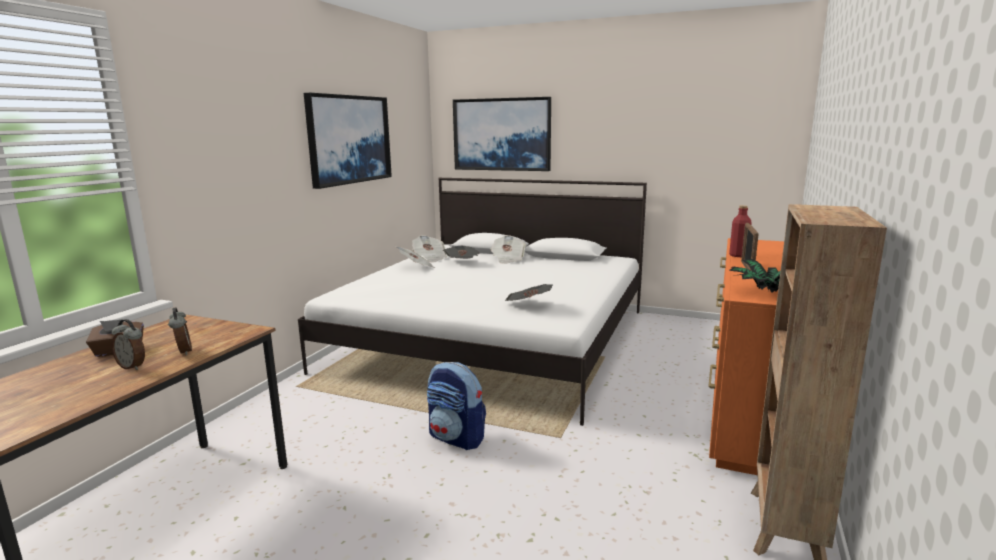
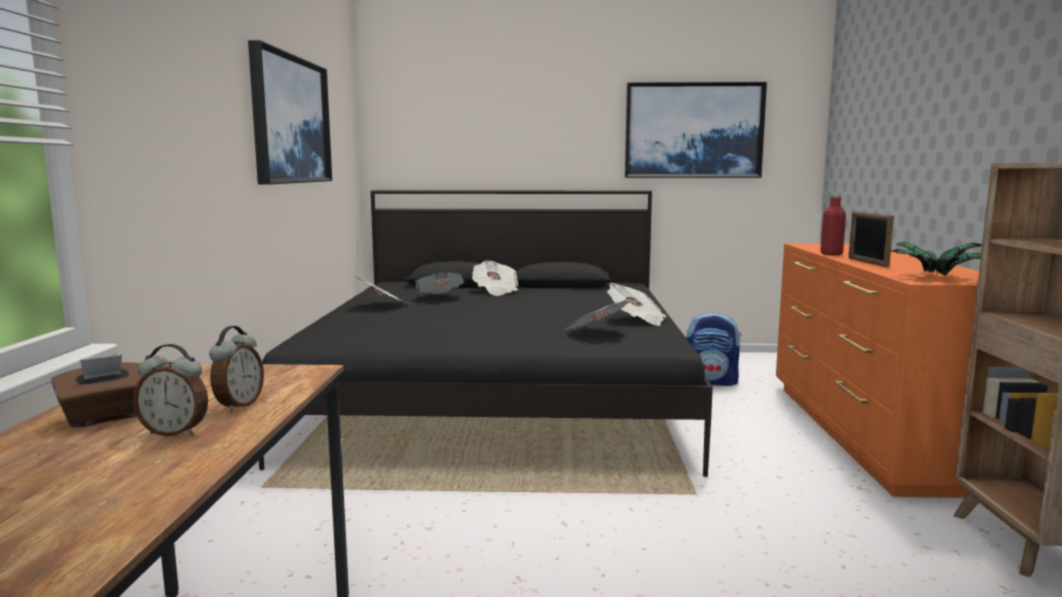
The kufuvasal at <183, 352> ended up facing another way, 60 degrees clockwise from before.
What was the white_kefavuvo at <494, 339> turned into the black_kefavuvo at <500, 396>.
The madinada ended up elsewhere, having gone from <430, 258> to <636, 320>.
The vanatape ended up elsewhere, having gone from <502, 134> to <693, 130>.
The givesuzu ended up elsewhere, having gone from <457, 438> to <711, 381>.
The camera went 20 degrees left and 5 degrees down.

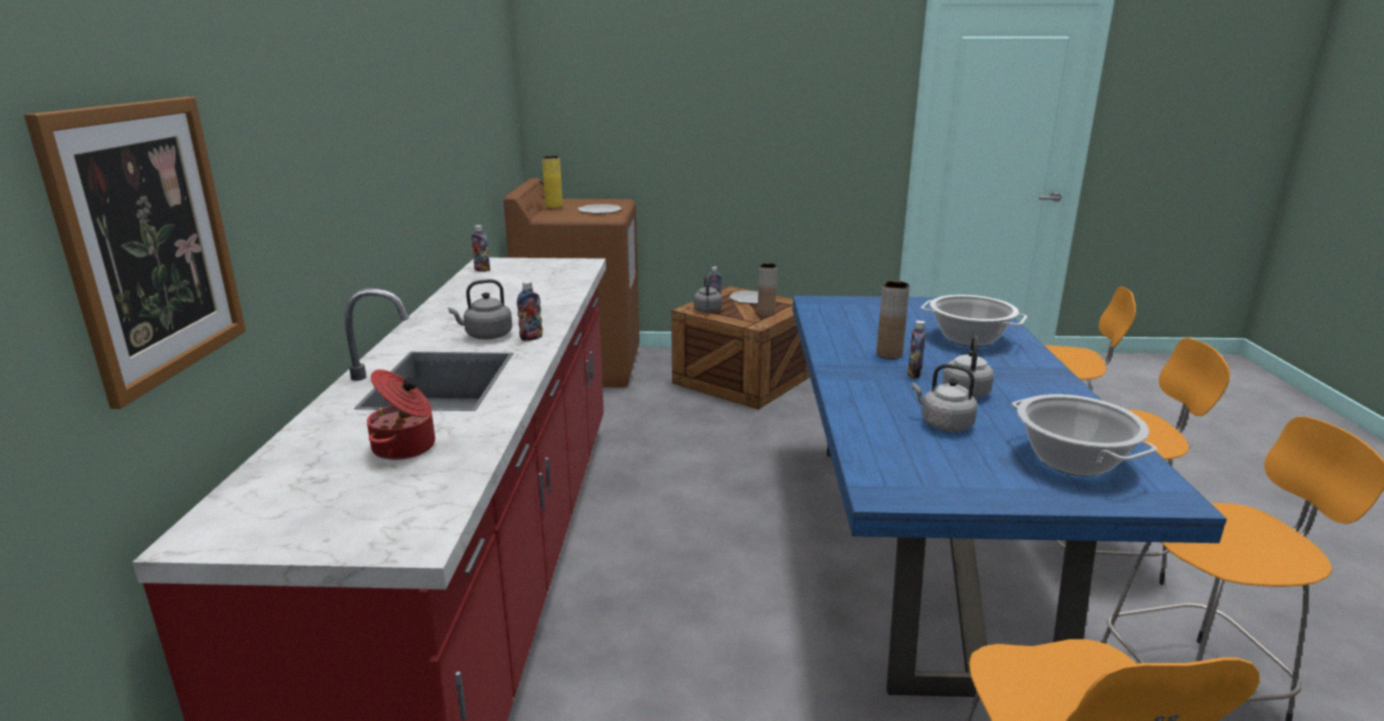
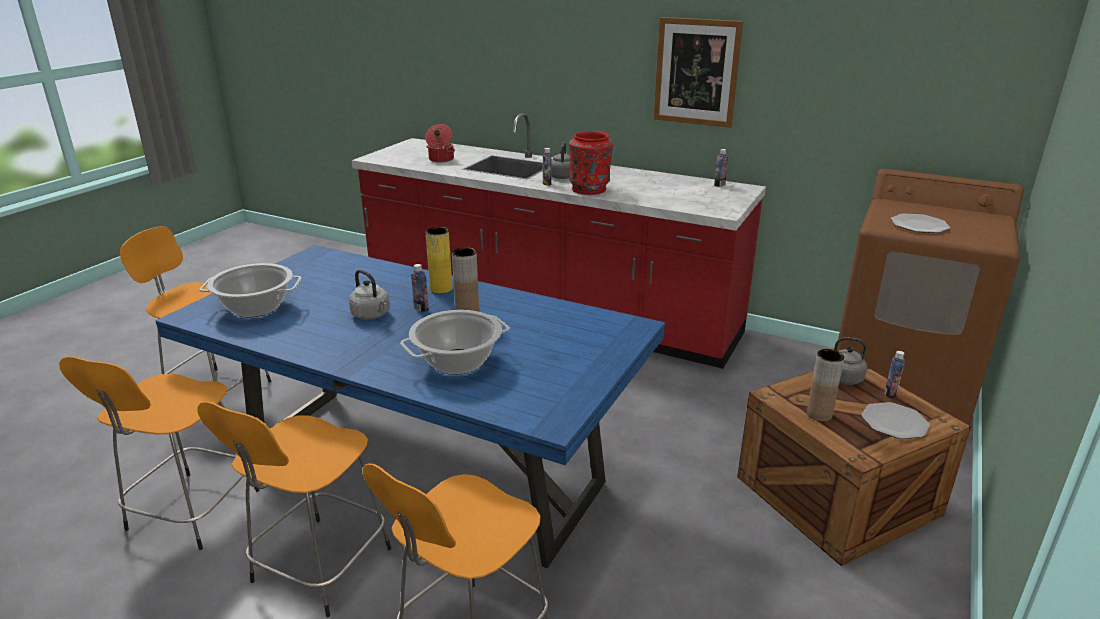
The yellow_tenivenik ended up elsewhere, having gone from <554, 206> to <441, 289>.
The second view gained the red_tenivenik at <589, 189>.
The vanatape ended up elsewhere, having gone from <150, 243> to <696, 72>.
The second view lost the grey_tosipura at <943, 424>.
The camera went 115 degrees right and 5 degrees up.

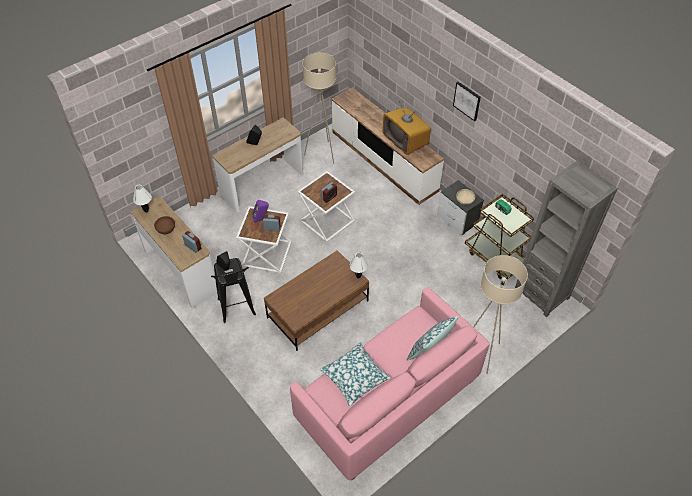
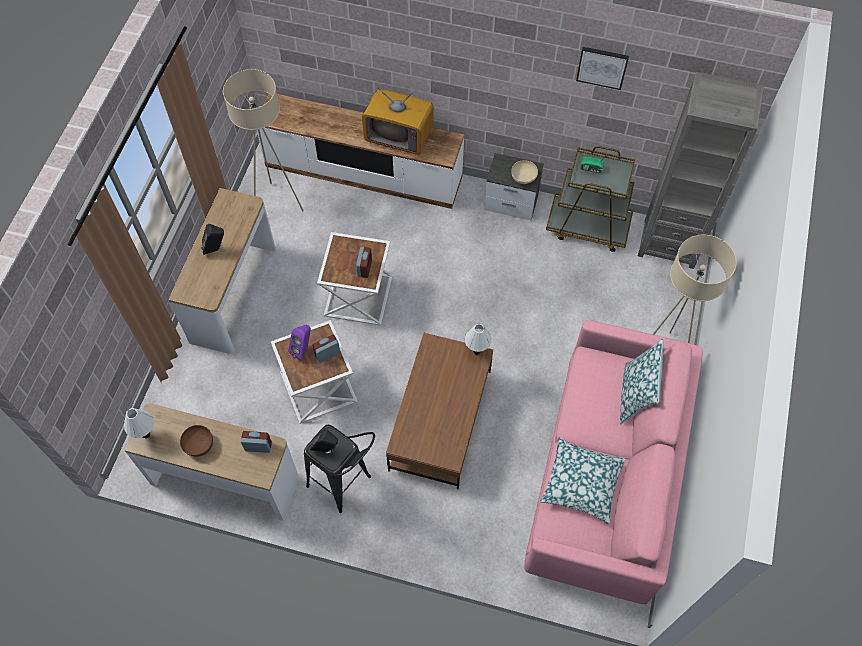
The vanatape ended up elsewhere, having gone from <467, 101> to <602, 67>.
The camera went 35 degrees left and 10 degrees up.

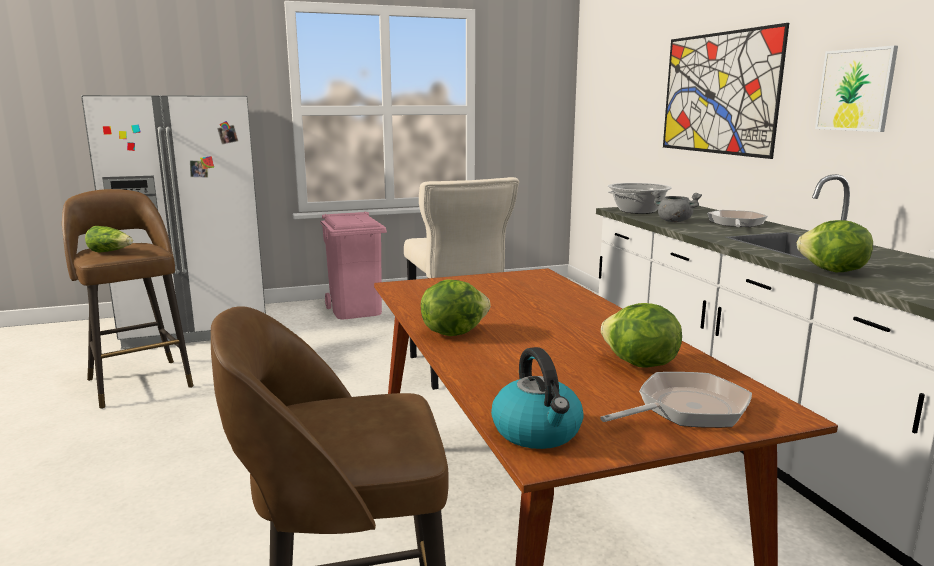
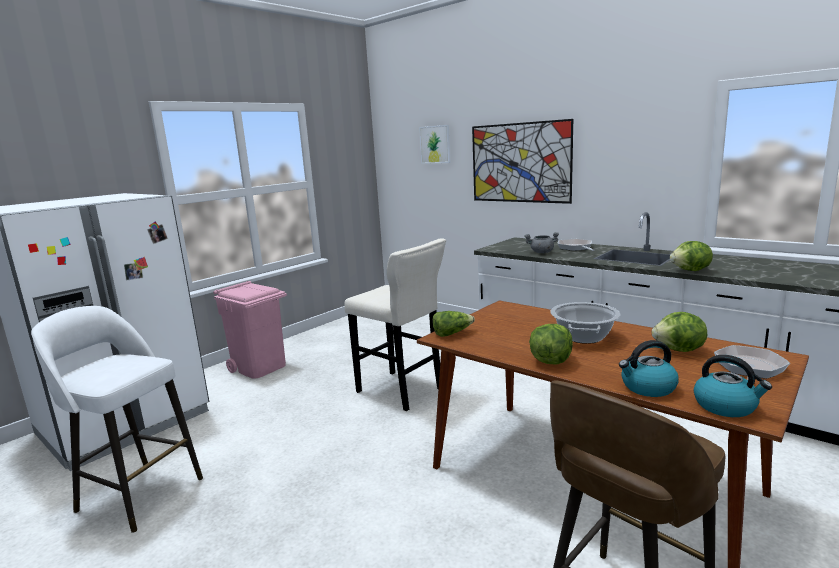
What was the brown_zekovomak at <139, 382> turned into the white_zekovomak at <138, 493>.
The vanatape ended up elsewhere, having gone from <855, 90> to <435, 144>.
The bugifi ended up elsewhere, having gone from <111, 252> to <452, 333>.
The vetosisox ended up elsewhere, having gone from <637, 211> to <584, 337>.
The second view gained the tosipura at <647, 387>.
The camera went 30 degrees left and 0 degrees up.

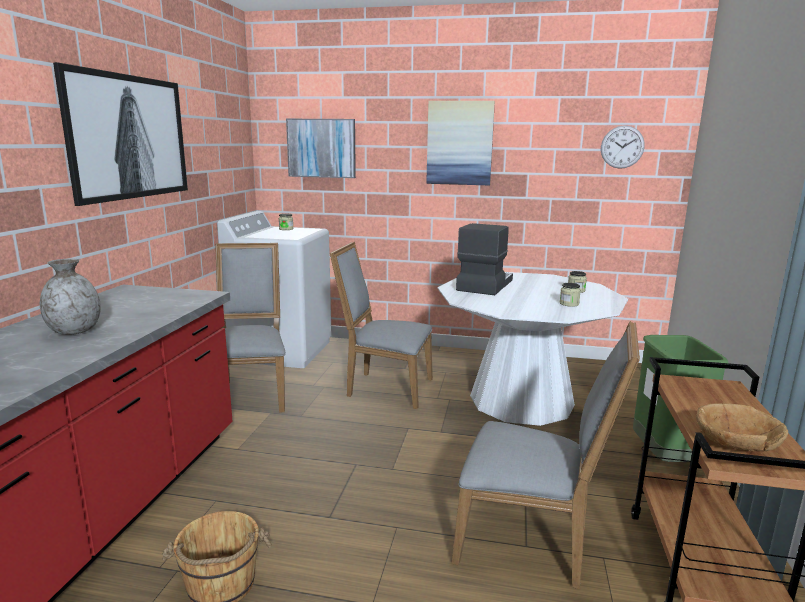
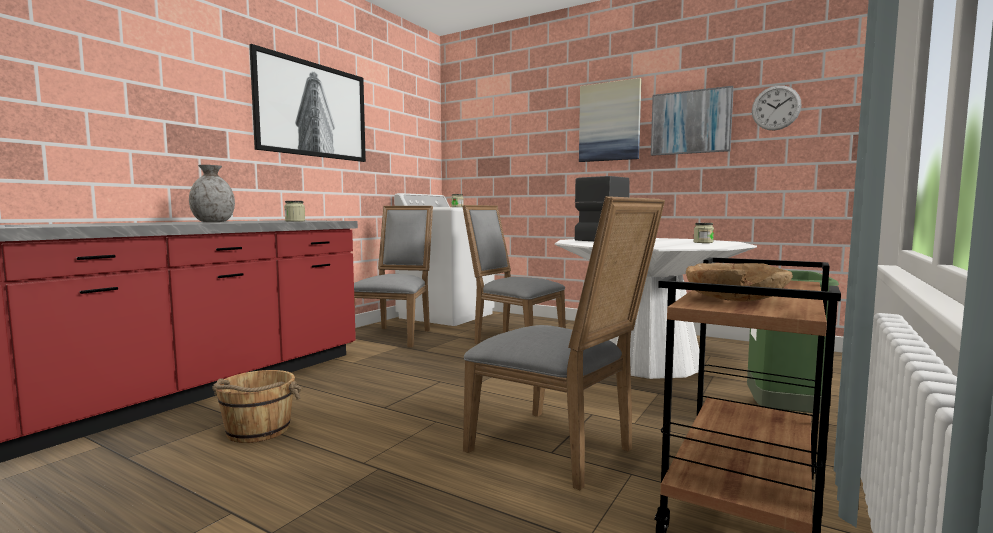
The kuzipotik ended up elsewhere, having gone from <569, 304> to <295, 221>.
The vanatape ended up elsewhere, having gone from <321, 148> to <690, 122>.
The camera went 20 degrees right and 10 degrees down.

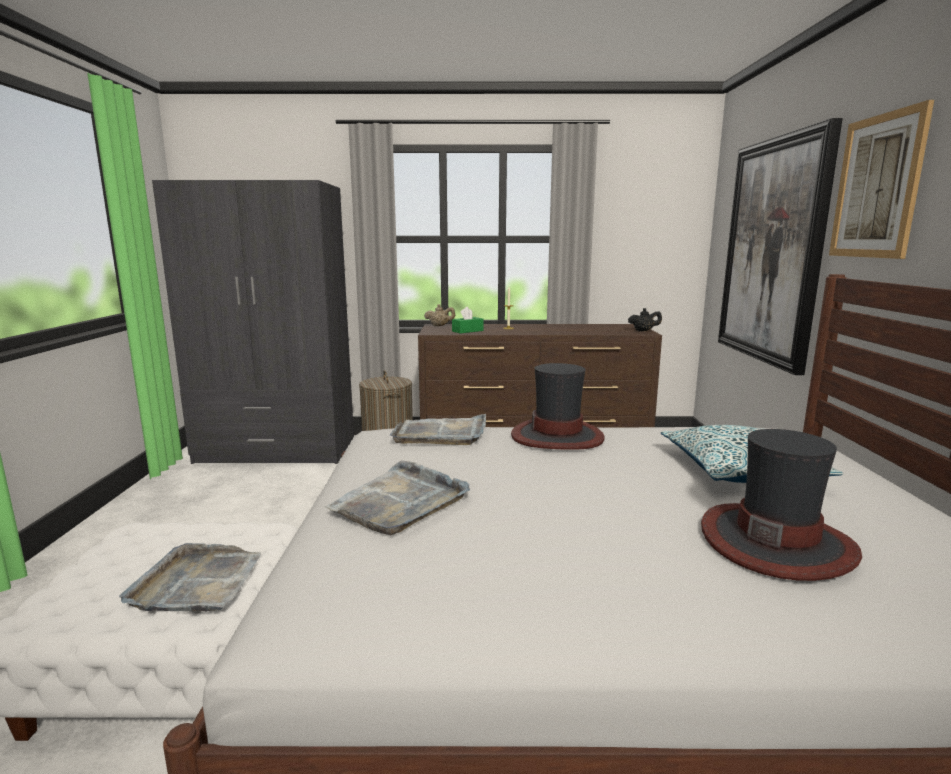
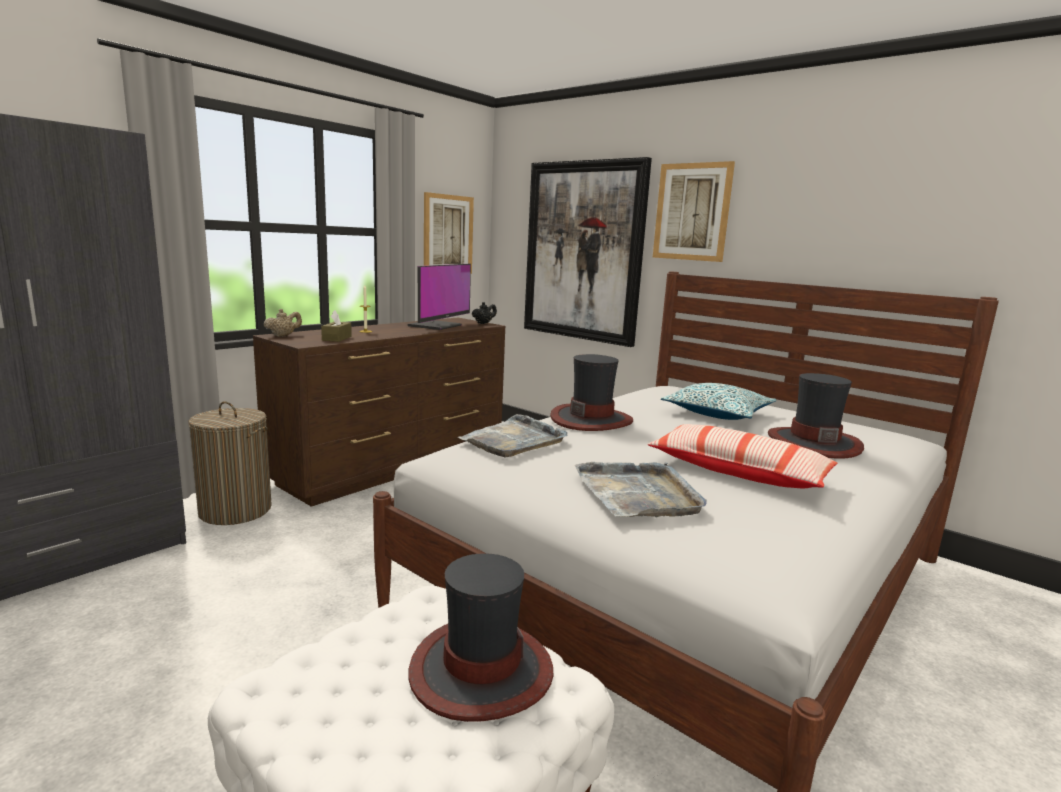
What was the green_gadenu at <467, 331> turned into the brown_gadenu at <337, 338>.
The second view gained the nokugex at <436, 326>.
Where the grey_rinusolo stood at <197, 583>, the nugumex came to stand at <480, 671>.
The second view gained the vanatape at <448, 235>.
The second view gained the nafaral at <738, 472>.
The camera went 50 degrees left and 0 degrees up.

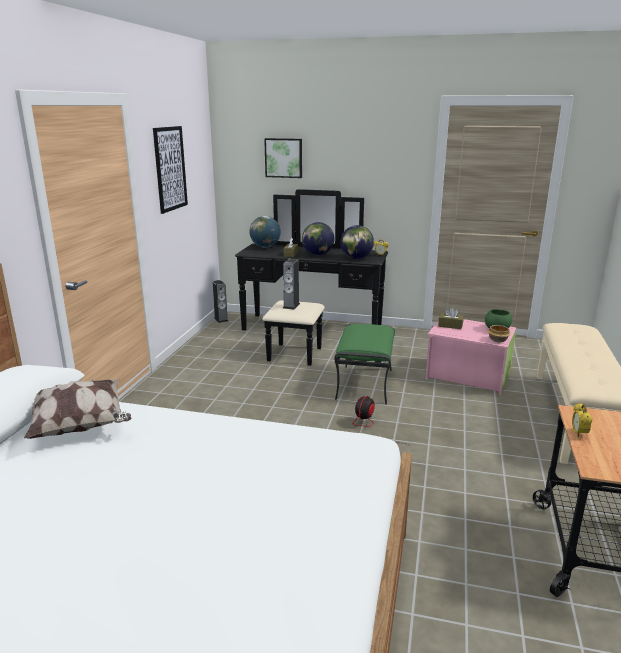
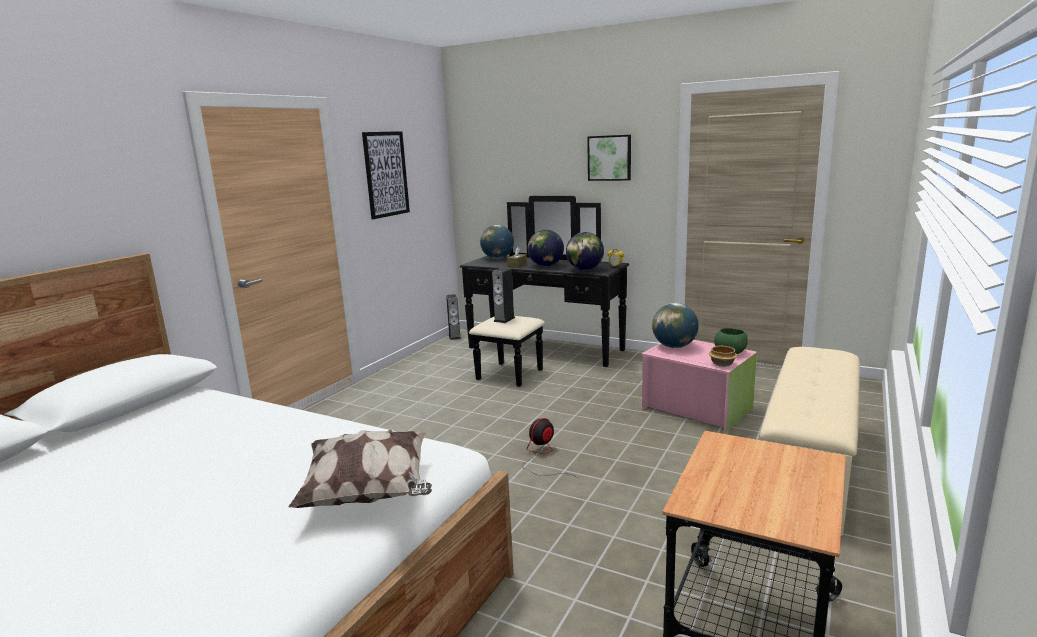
The nafaral ended up elsewhere, having gone from <81, 426> to <369, 493>.
The vanatape ended up elsewhere, having gone from <284, 158> to <609, 158>.
Where the brown_gadenu stood at <450, 326>, the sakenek came to stand at <674, 346>.
The second view lost the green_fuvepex at <365, 384>.
The second view lost the kufuvasal at <578, 434>.
The camera went 15 degrees right and 5 degrees down.

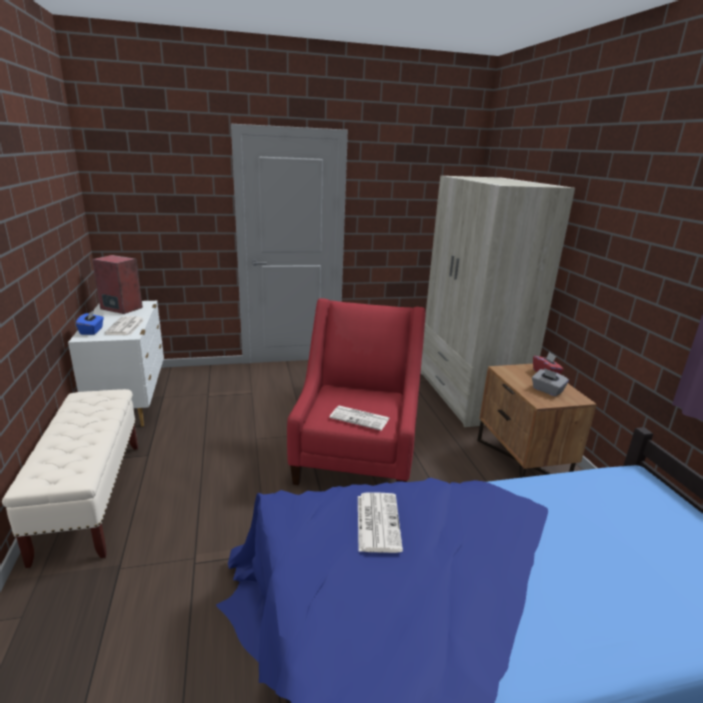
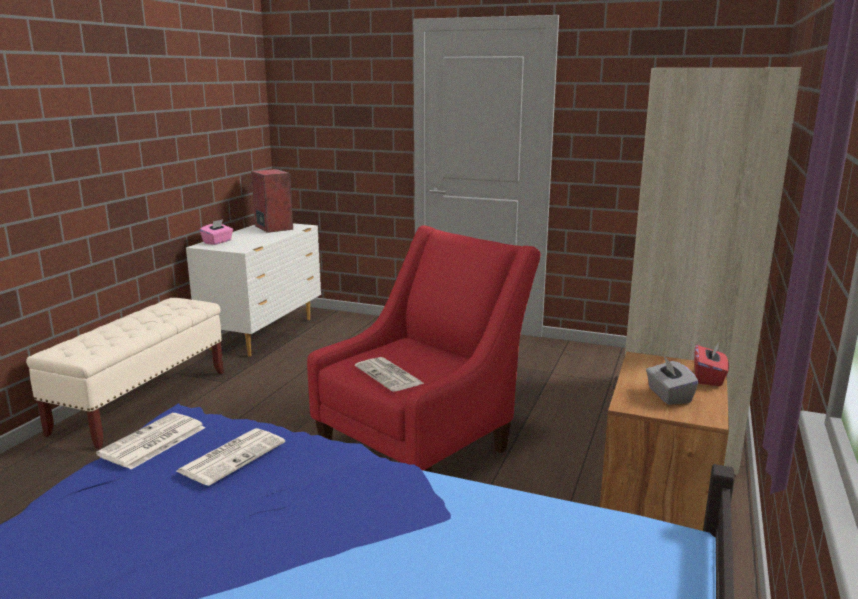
The madinada ended up elsewhere, having gone from <125, 327> to <152, 442>.
What was the blue_gadenu at <92, 331> turned into the pink_gadenu at <218, 242>.
The camera went 35 degrees right and 5 degrees down.

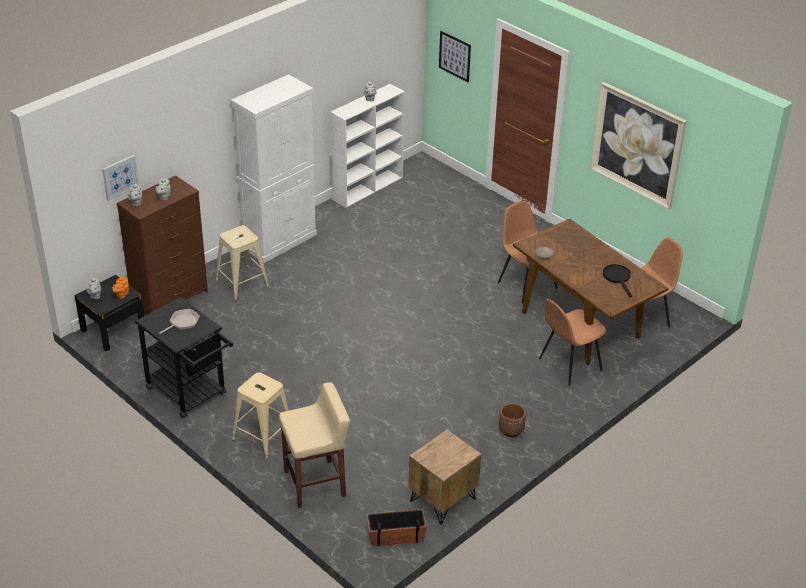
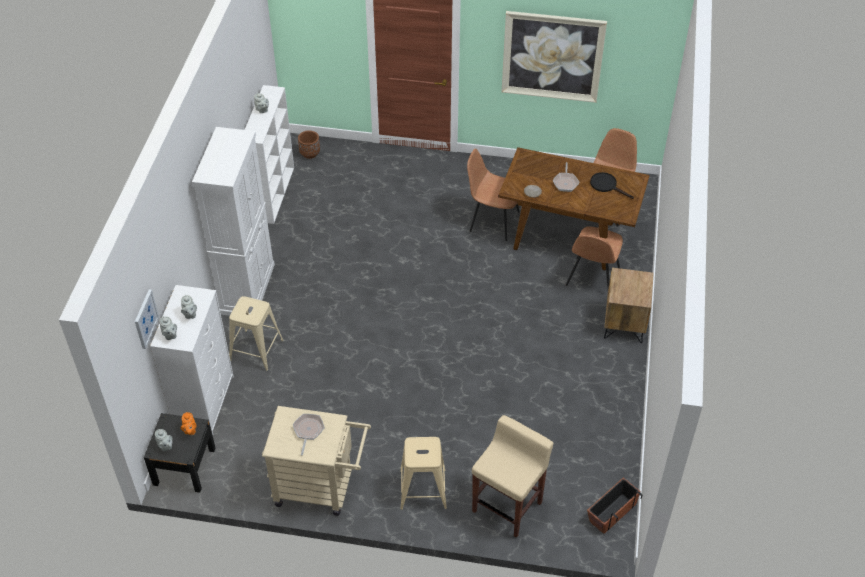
What was the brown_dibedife at <170, 297> turned into the white_dibedife at <204, 402>.
What was the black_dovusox at <191, 394> turned into the beige_dovusox at <321, 488>.
The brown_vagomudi ended up elsewhere, having gone from <511, 431> to <310, 154>.
The second view gained the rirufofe at <565, 182>.
The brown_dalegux ended up elsewhere, having gone from <443, 500> to <624, 324>.
The second view lost the vanatape at <455, 56>.
The camera went 35 degrees left and 10 degrees up.

